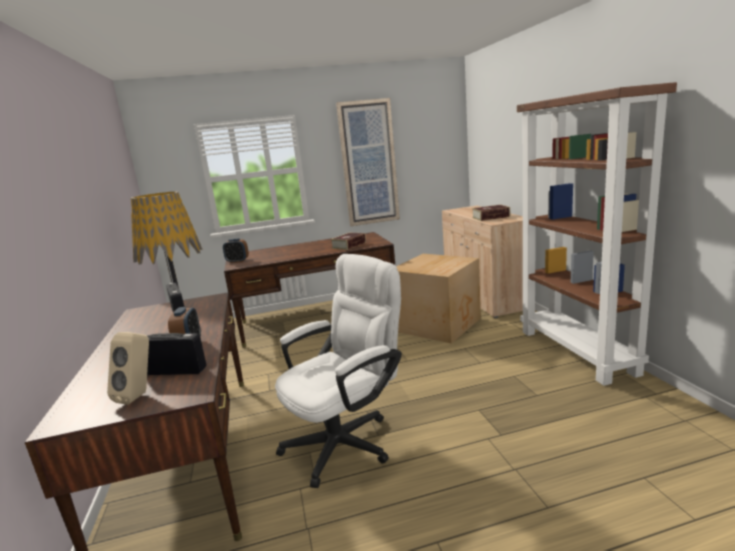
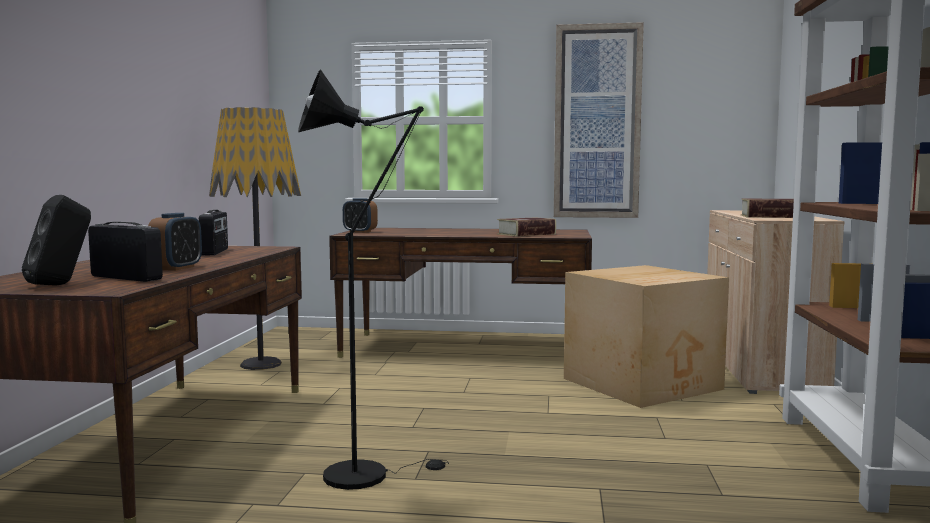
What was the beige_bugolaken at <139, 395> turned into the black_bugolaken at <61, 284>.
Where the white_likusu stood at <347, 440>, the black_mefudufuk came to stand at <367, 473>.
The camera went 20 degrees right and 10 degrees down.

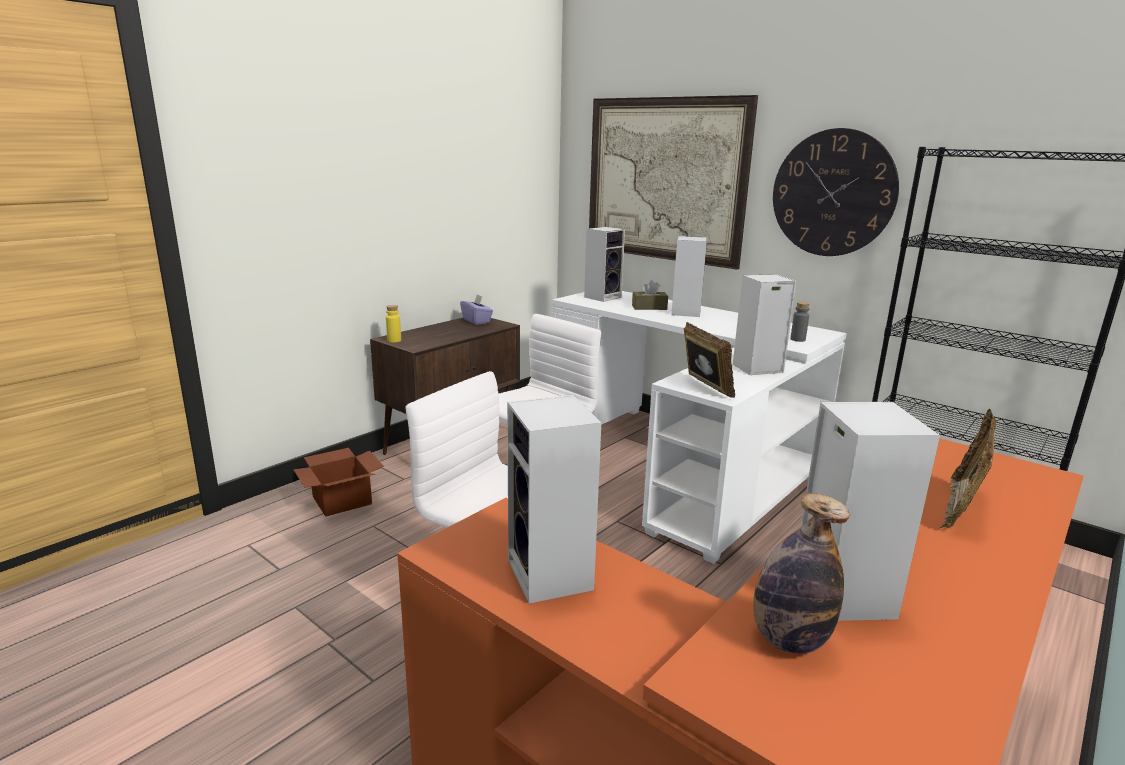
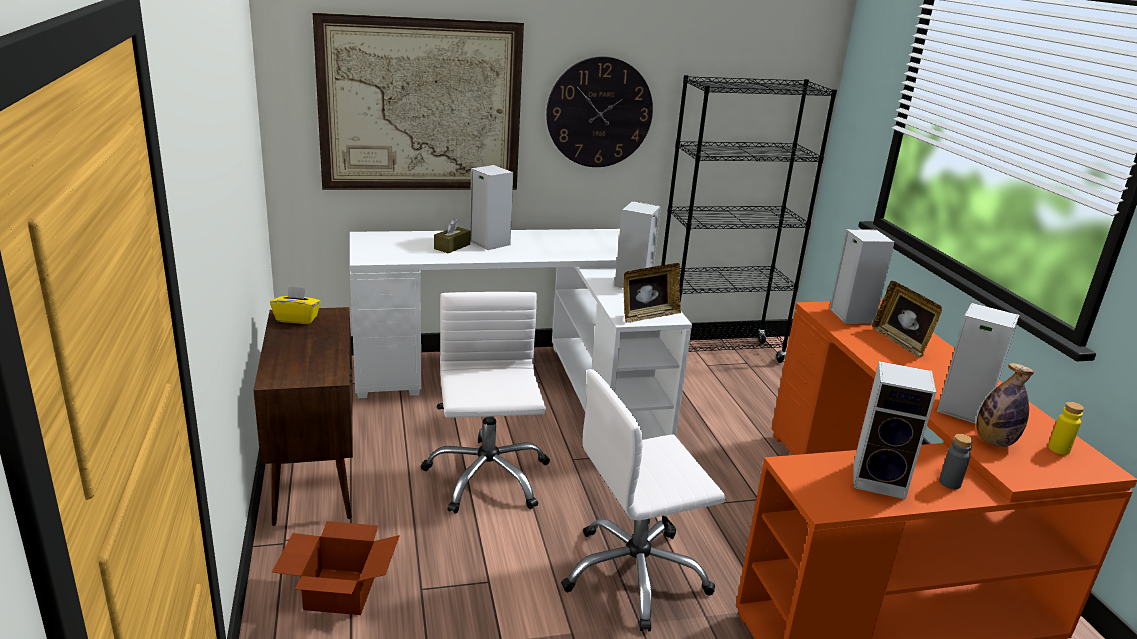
What was the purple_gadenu at <476, 321> turned into the yellow_gadenu at <297, 319>.
The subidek at <704, 388> ended up facing another way, 135 degrees clockwise from before.
The bugolaken ended up elsewhere, having gone from <603, 297> to <850, 315>.
The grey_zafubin ended up elsewhere, having gone from <797, 339> to <949, 483>.
The yellow_zafubin ended up elsewhere, having gone from <394, 340> to <1059, 449>.
The camera went 55 degrees left and 5 degrees up.

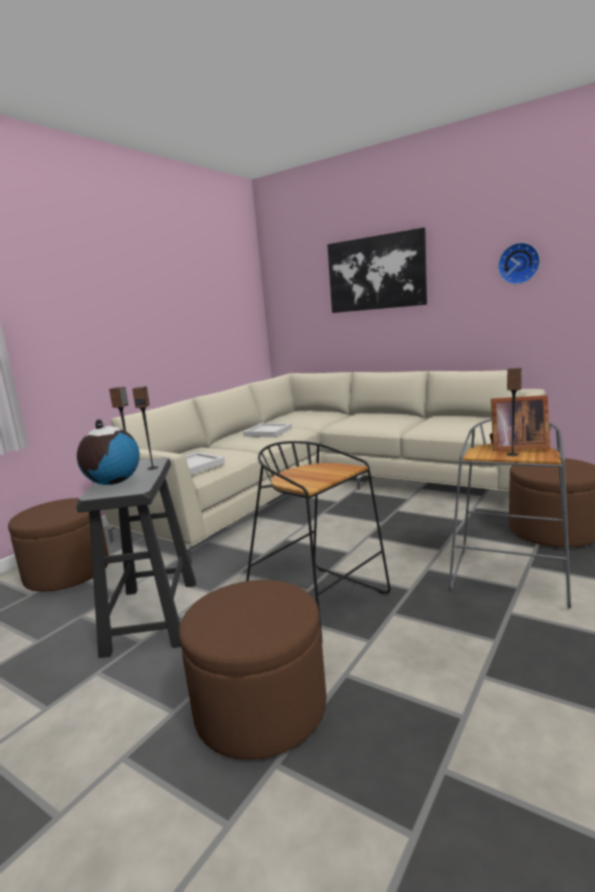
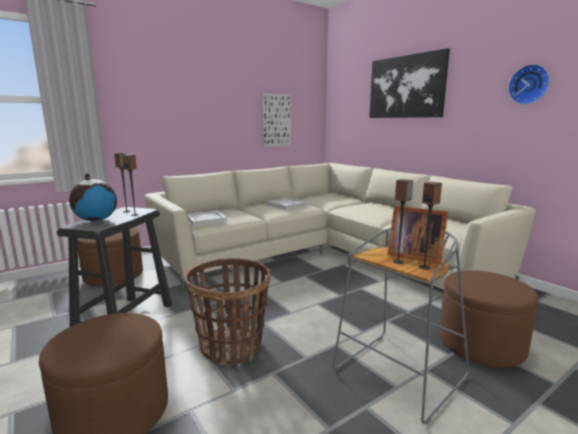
Where the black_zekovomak stood at <321, 603>, the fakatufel came to stand at <231, 347>.
The second view gained the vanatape at <276, 120>.
The second view gained the bugolaken at <424, 267>.
The camera went 20 degrees right and 0 degrees up.

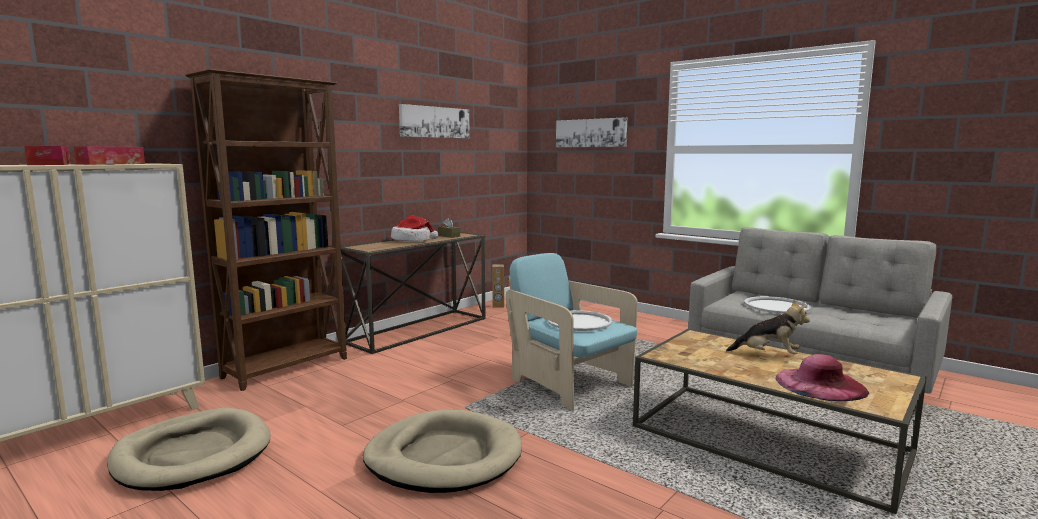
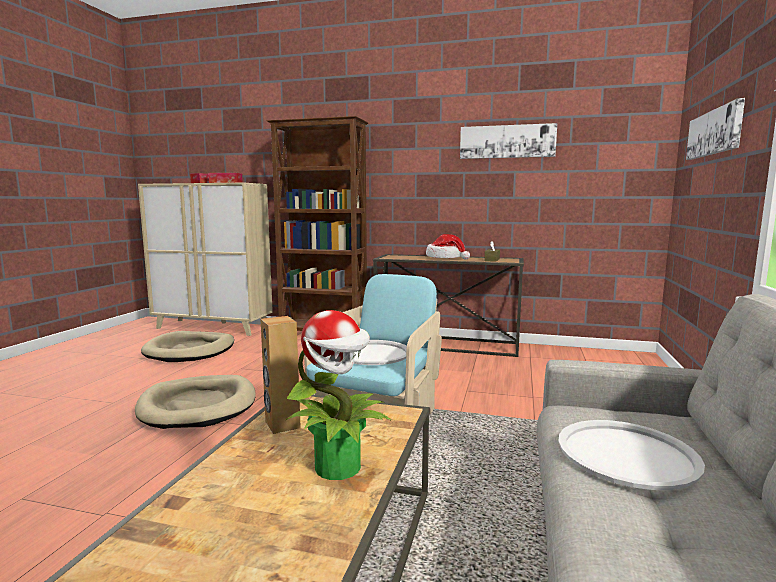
The brown_bugolaken ended up elsewhere, having gone from <498, 306> to <282, 425>.
Where the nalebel stood at <768, 355>, the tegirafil came to stand at <339, 467>.
The second view lost the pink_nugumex at <820, 384>.
The camera went 65 degrees right and 0 degrees up.

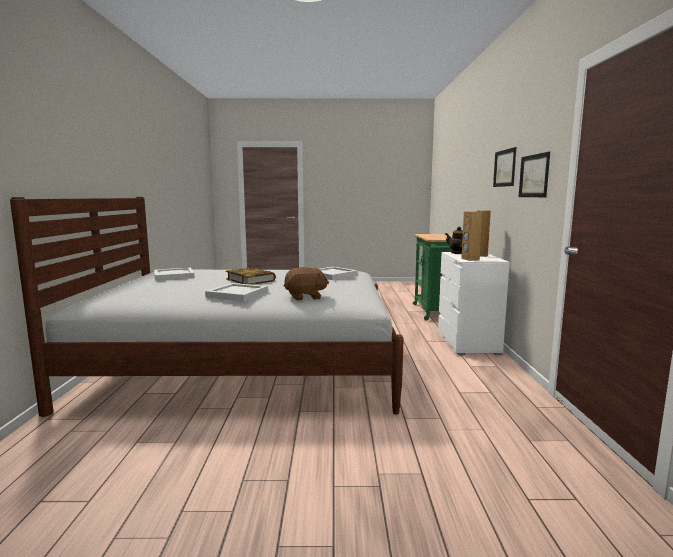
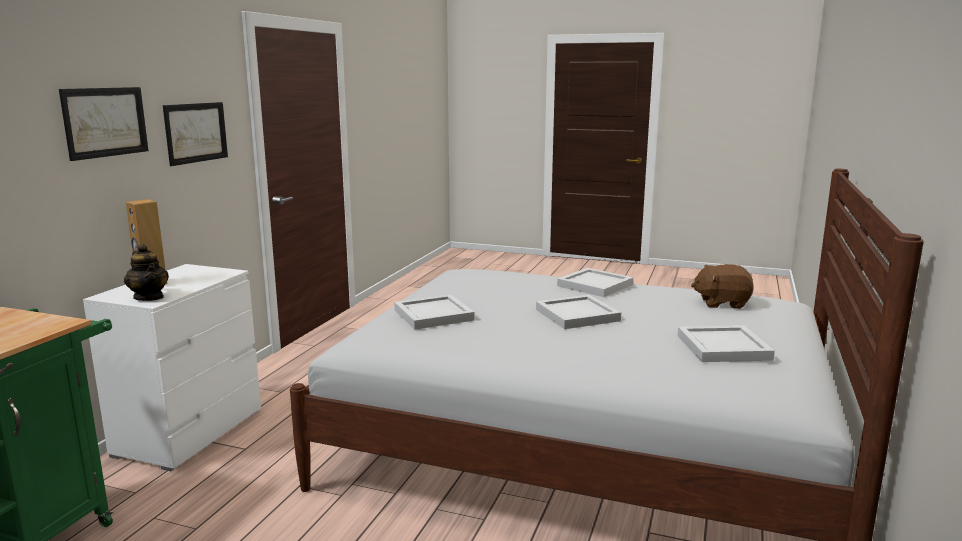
Where the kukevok stood at <251, 280>, the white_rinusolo came to stand at <575, 315>.
The brown_nalebel ended up elsewhere, having gone from <305, 297> to <721, 303>.
The second view lost the brown_bugolaken at <470, 259>.
The camera went 160 degrees left and 5 degrees up.

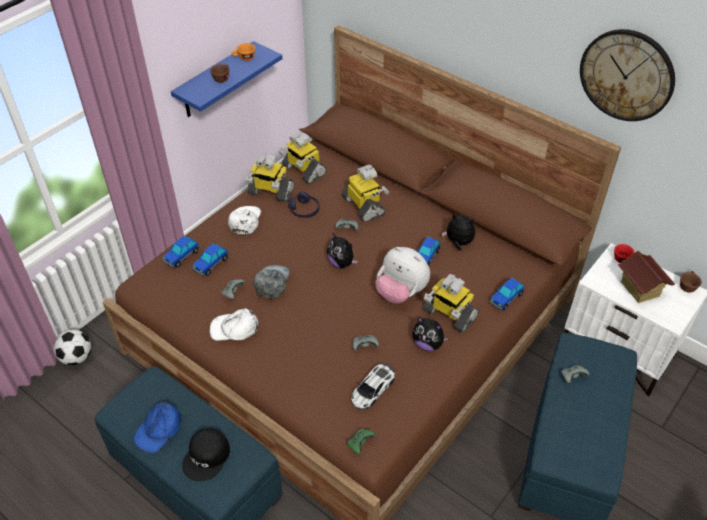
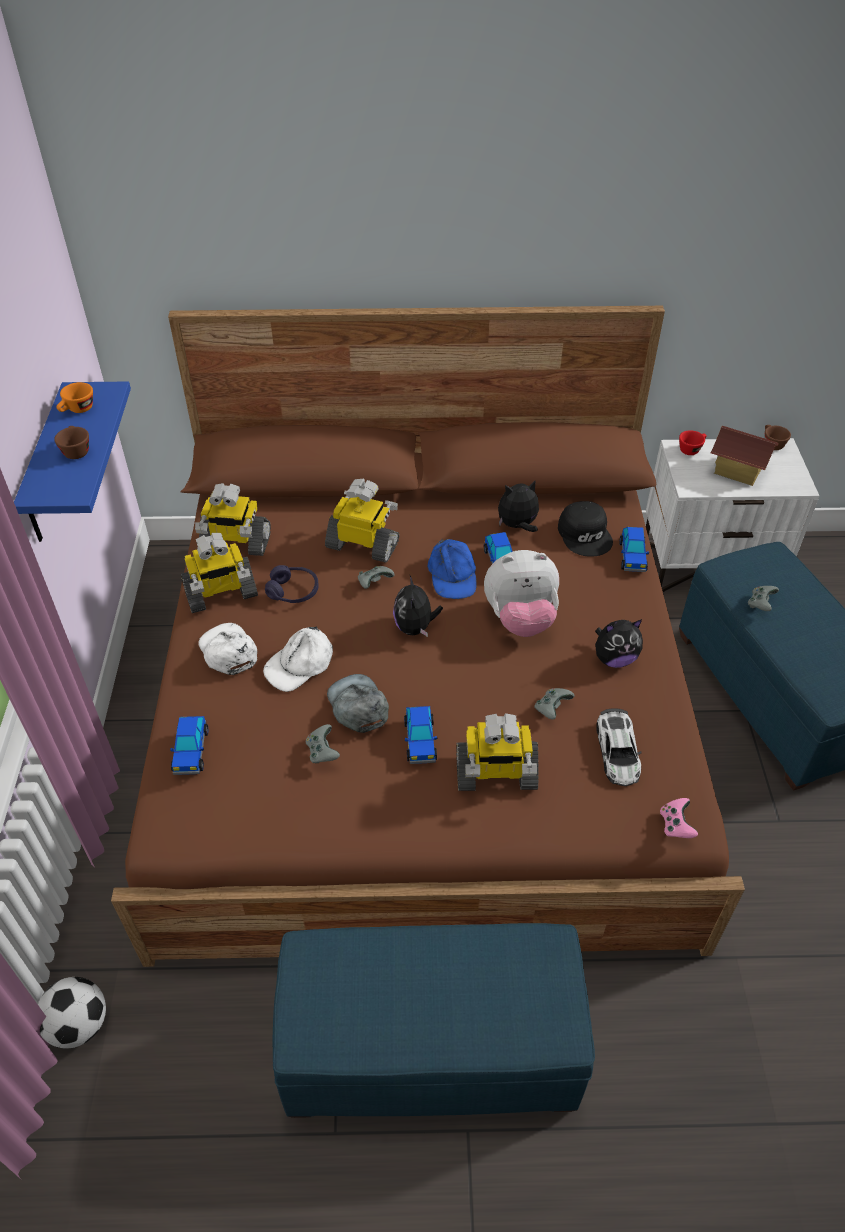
The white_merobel ended up elsewhere, having gone from <234, 328> to <300, 664>.
The nalebel at <341, 263> ended up facing another way, 75 degrees clockwise from before.
The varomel ended up elsewhere, having gone from <211, 264> to <420, 740>.
The blue_merobel ended up elsewhere, having gone from <159, 429> to <452, 575>.
The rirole ended up elsewhere, having gone from <449, 314> to <495, 774>.
The black_merobel ended up elsewhere, having gone from <207, 457> to <585, 534>.
What was the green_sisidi at <360, 444> turned into the pink_sisidi at <675, 825>.
The second view lost the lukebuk at <627, 75>.
The camera went 40 degrees left and 0 degrees up.

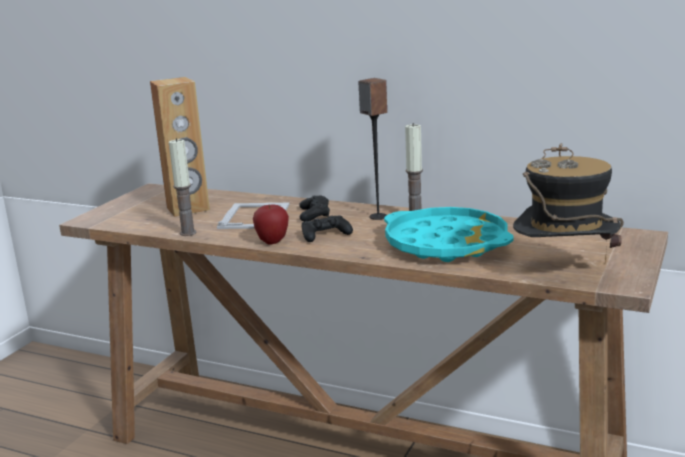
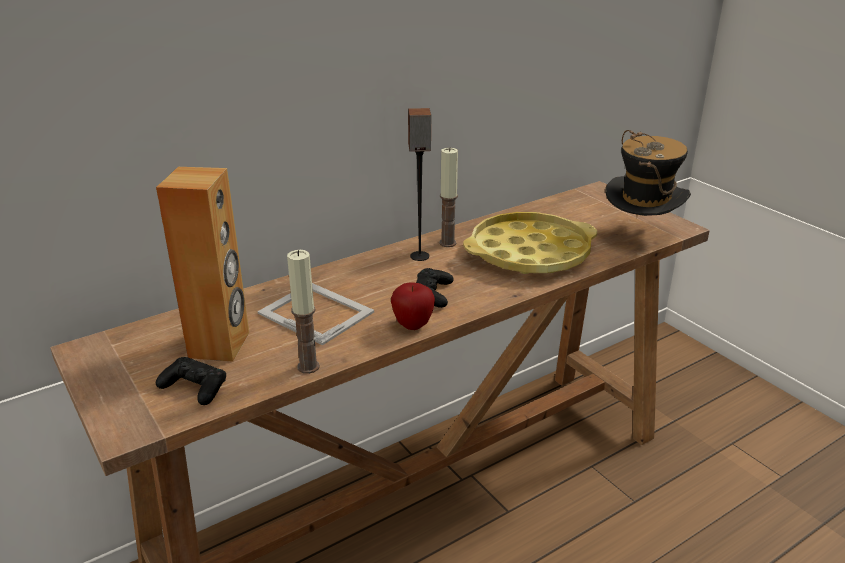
The black_sisidi ended up elsewhere, having gone from <314, 214> to <194, 387>.
What was the turquoise_rinusolo at <446, 244> turned into the yellow_rinusolo at <529, 253>.
The camera went 60 degrees left and 10 degrees up.

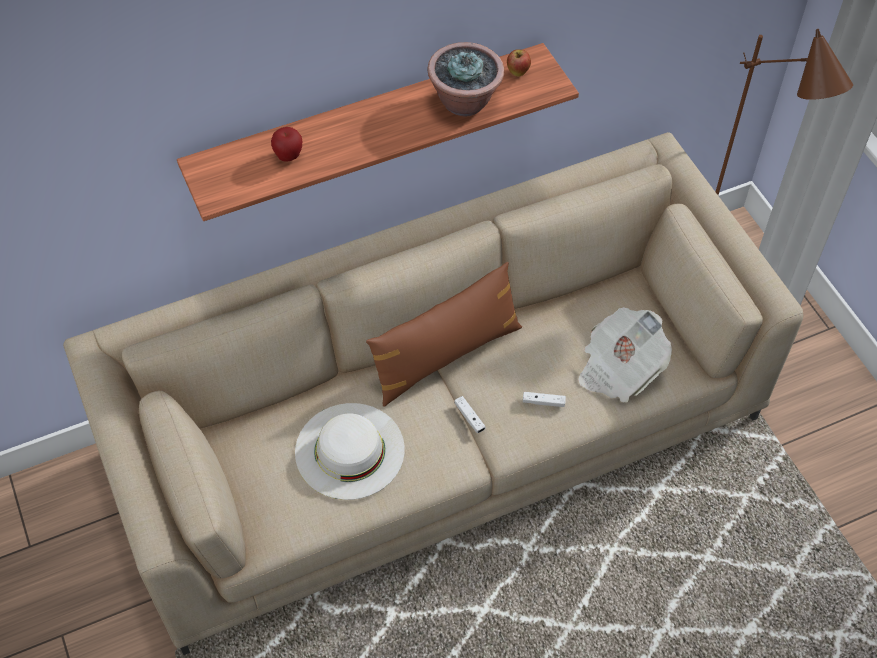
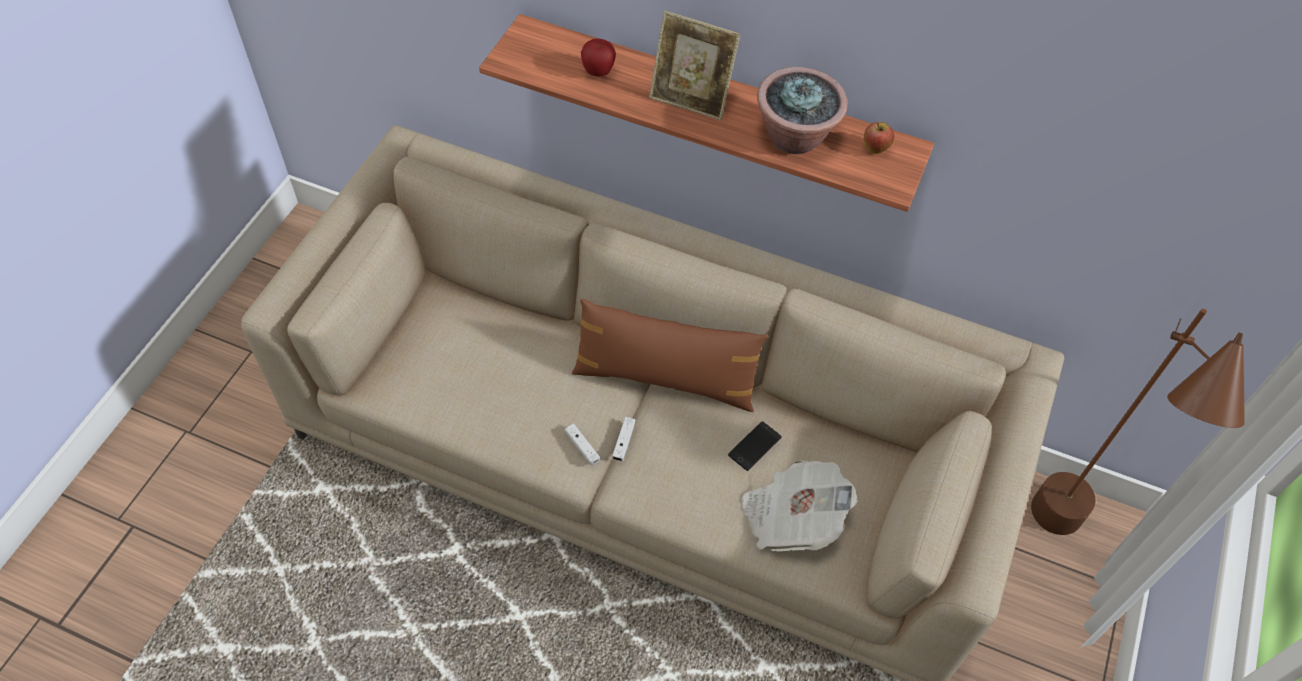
The white_sisidi ended up elsewhere, having gone from <543, 402> to <582, 447>.
The second view gained the subidek at <690, 100>.
The second view gained the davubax at <754, 446>.
The second view lost the white_nugumex at <349, 450>.
The camera went 45 degrees right and 0 degrees up.

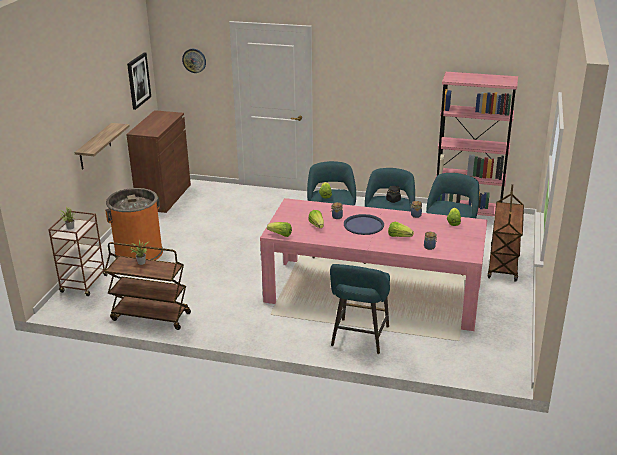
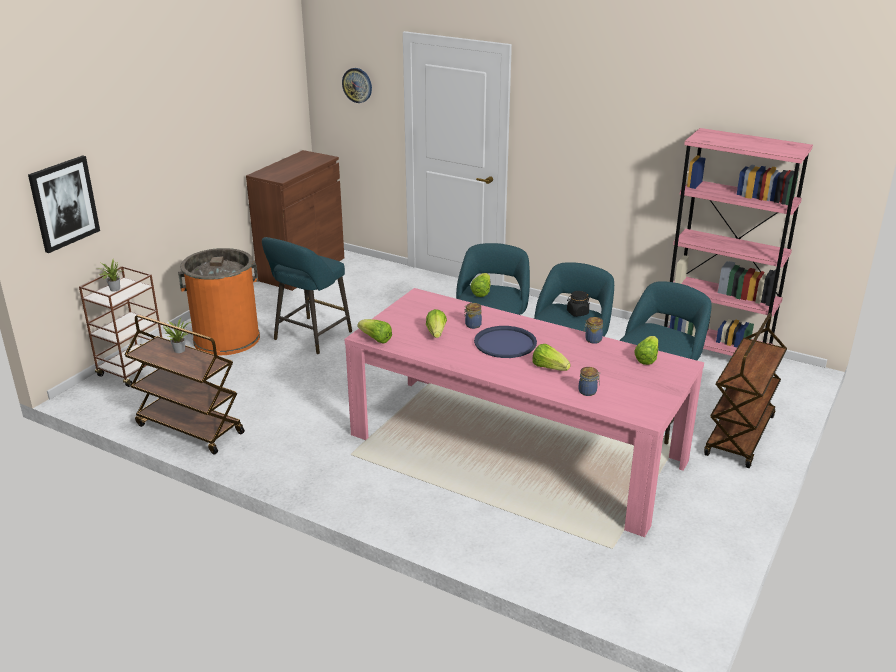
The vanatape ended up elsewhere, having gone from <138, 80> to <64, 203>.
The turquoise_zekovomak ended up elsewhere, having gone from <359, 338> to <310, 338>.
The second view lost the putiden at <95, 147>.
The camera went 15 degrees right and 0 degrees up.

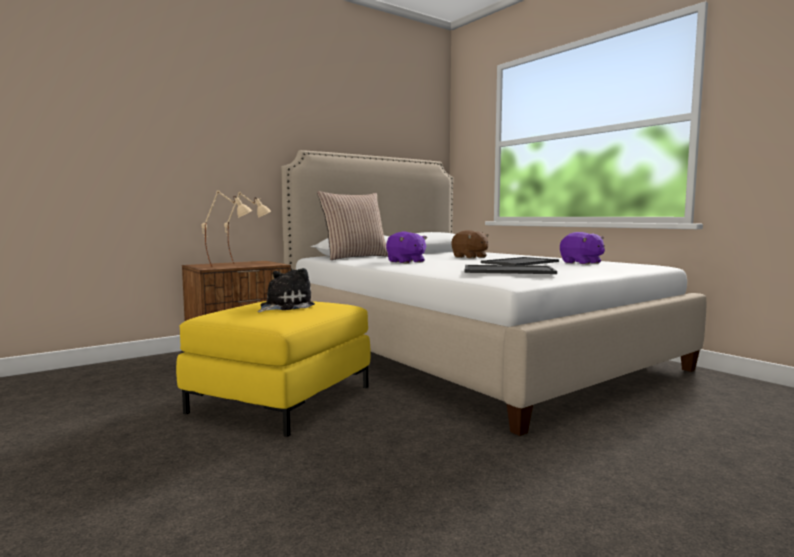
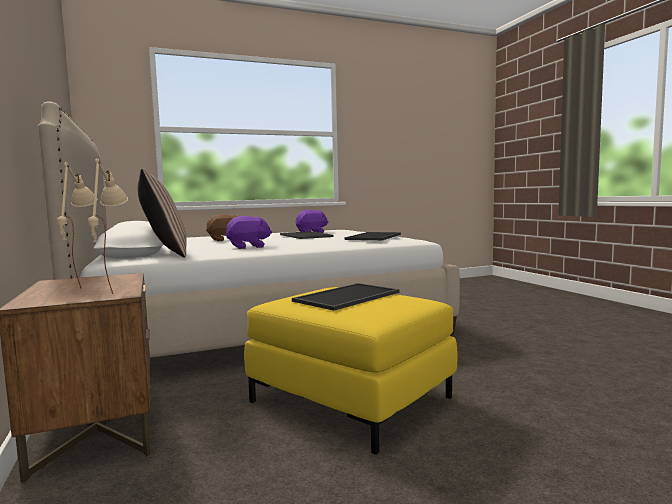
Where the nalebel stood at <284, 306>, the rinusolo came to stand at <347, 297>.
The camera went 75 degrees left and 0 degrees up.

